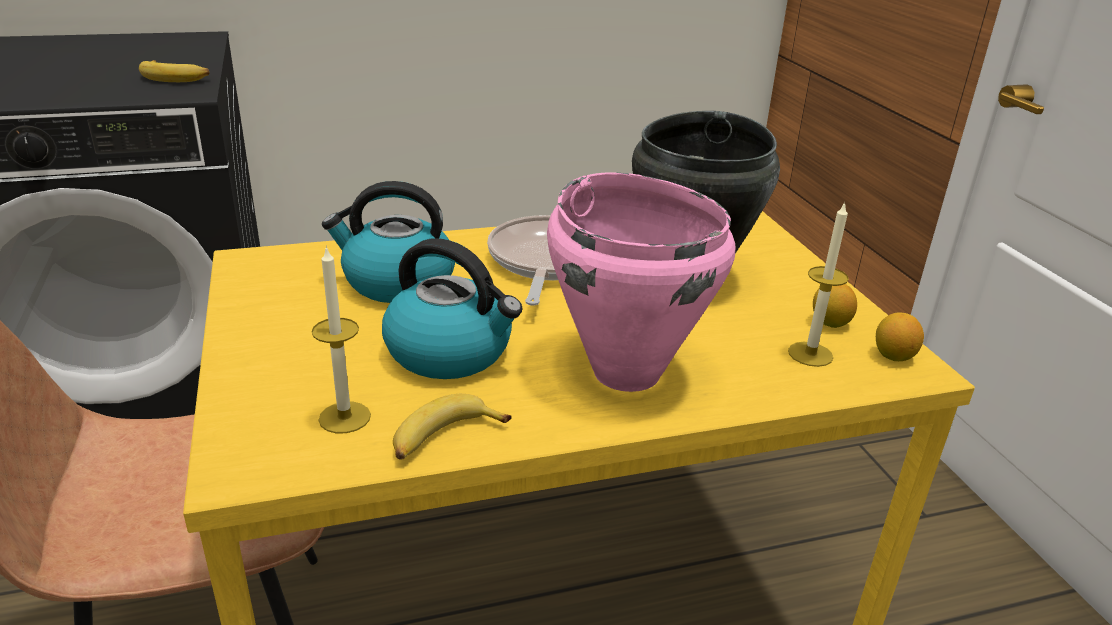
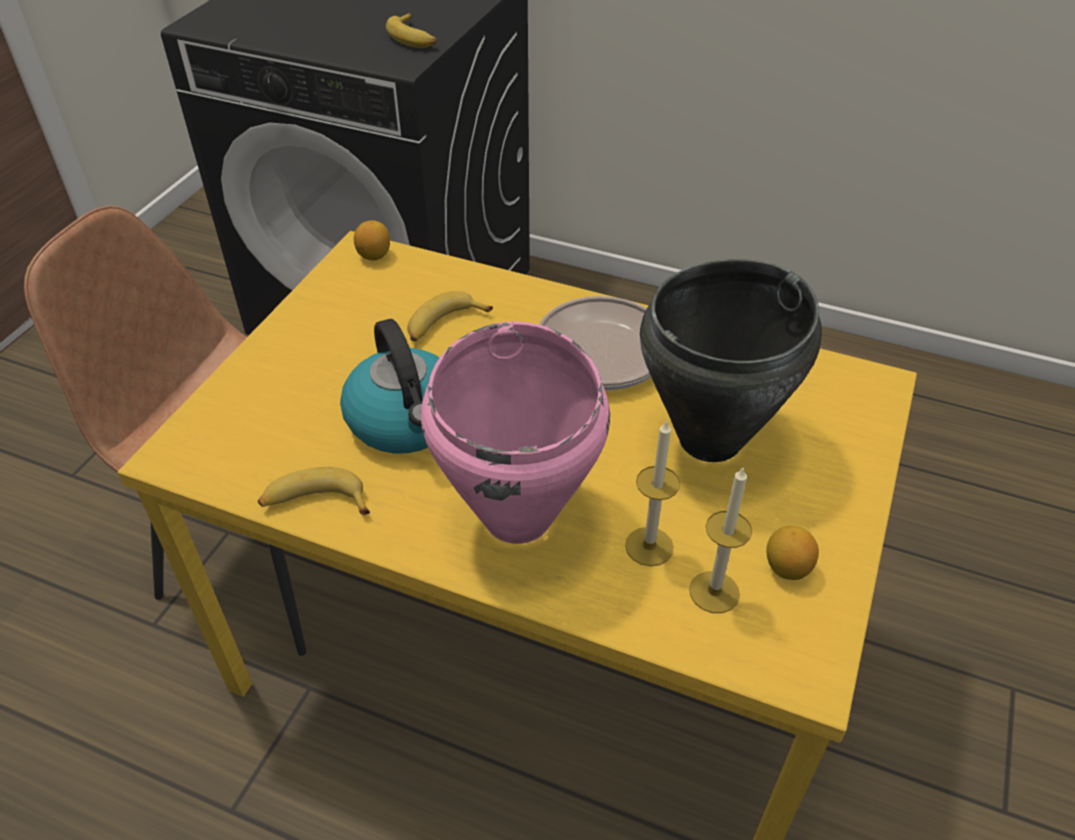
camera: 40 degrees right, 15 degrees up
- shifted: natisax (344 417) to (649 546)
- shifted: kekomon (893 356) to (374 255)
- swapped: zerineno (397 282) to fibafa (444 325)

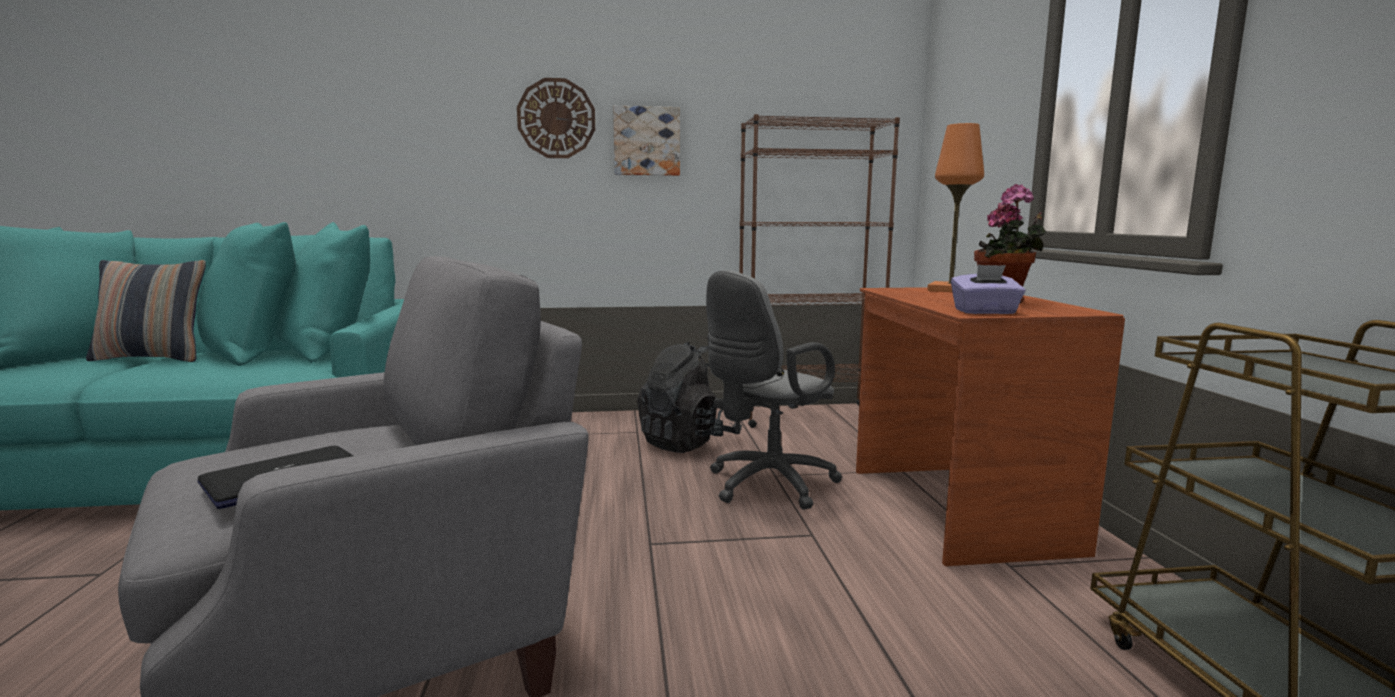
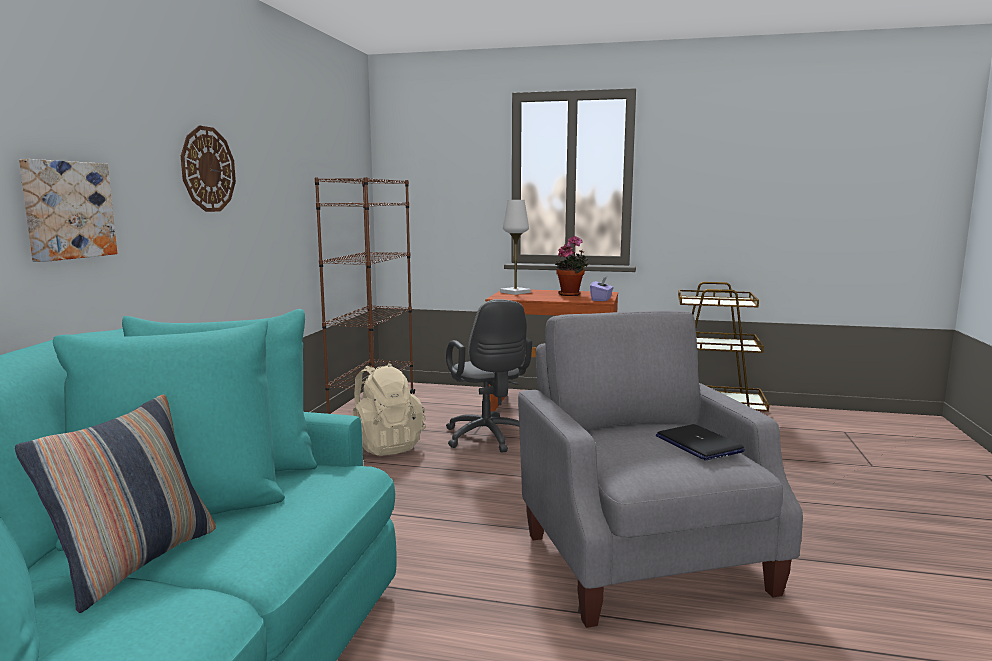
camera: 70 degrees left, 0 degrees up
- shifted: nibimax (646 141) to (67 210)
- repainted: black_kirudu (688 443) to beige_kirudu (385 446)
- repainted: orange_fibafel (950 290) to white_fibafel (515 292)

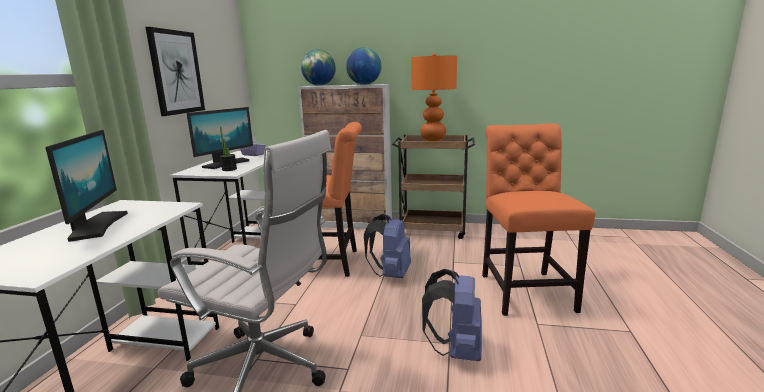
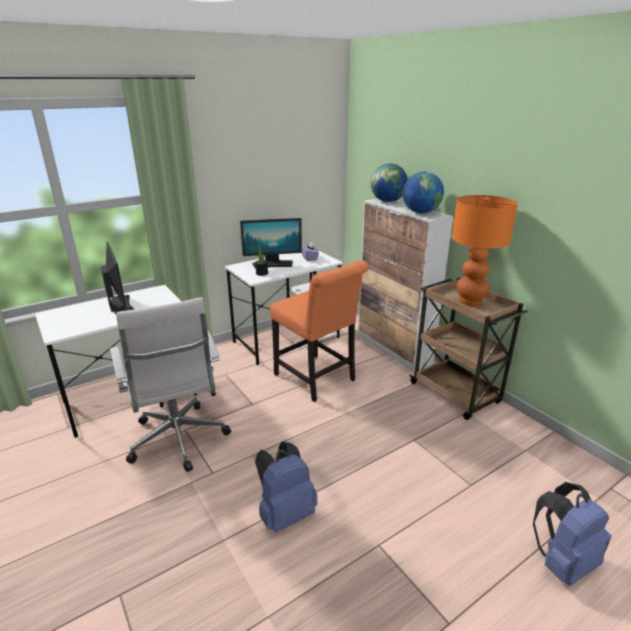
camera: 45 degrees right, 10 degrees up
- gone: nibimax (176 72)
- gone: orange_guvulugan (524 290)
- shifted: blue_kirudu (391 274) to (562 561)
- rotated: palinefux (96 226) = (121 306) 60 degrees counterclockwise

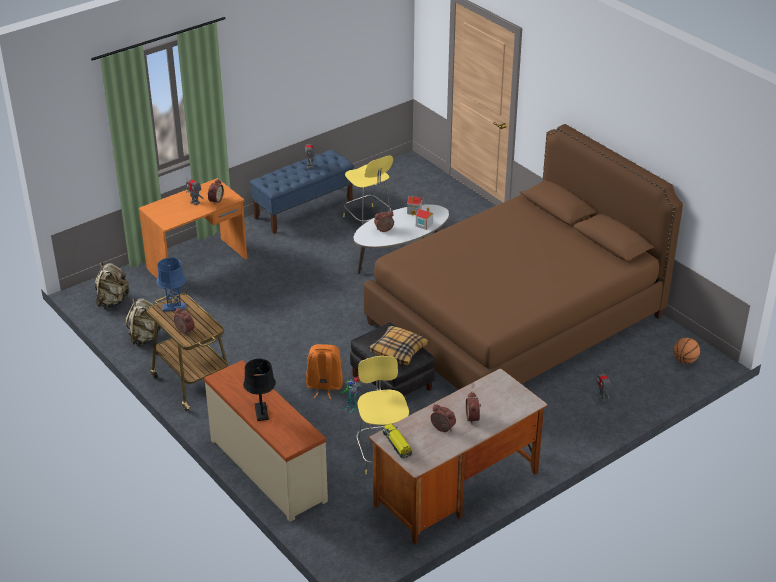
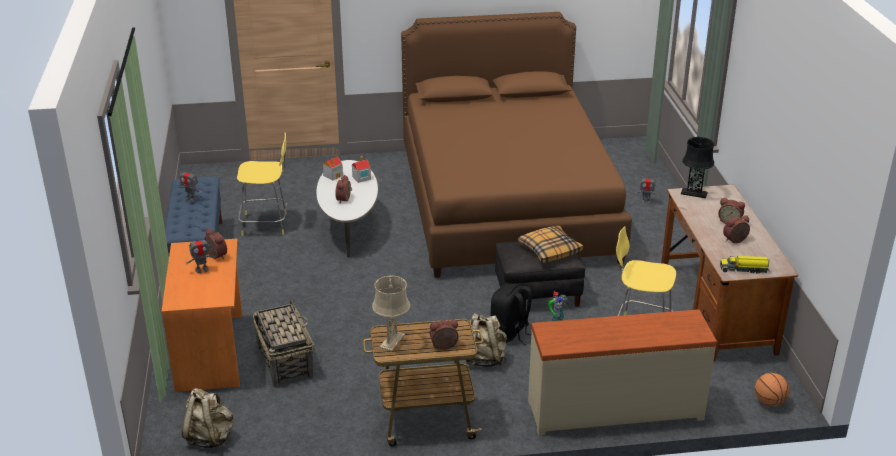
camera: 60 degrees left, 5 degrees down
- new: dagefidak (285 361)
- shifted: beige_kirudu (145 337) to (484 359)
- shifted: black_fibafel (261 411) to (693 193)
- shifted: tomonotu (685 360) to (769 402)
- repainted: blue_fibafel (174 307) to beige_fibafel (392 341)
- repainted: orange_kirudu (324 386) to black_kirudu (510 334)

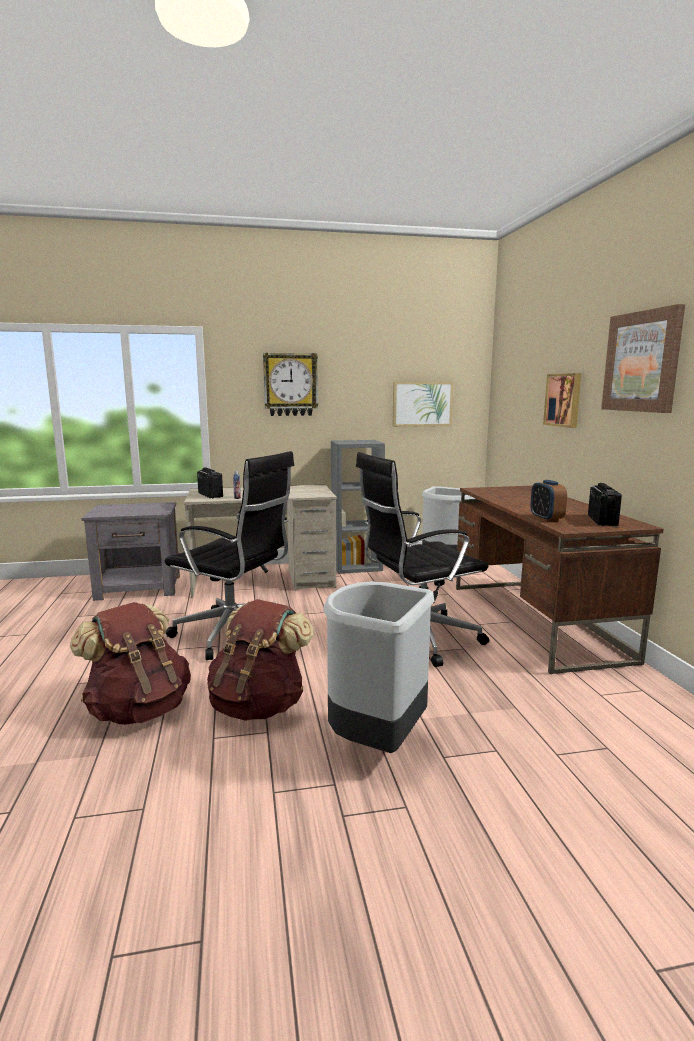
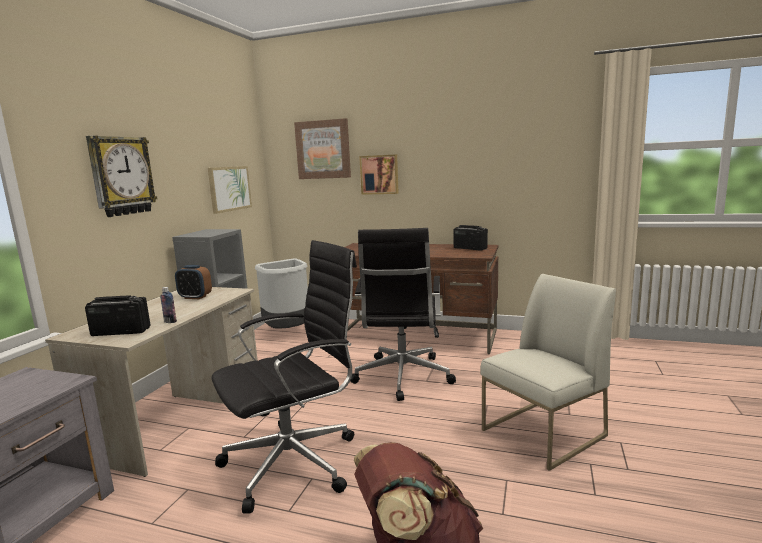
camera: 60 degrees left, 0 degrees up
- gone: brown_kirudu (259 706)
- shifted: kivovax (546 518) to (195 297)
- shifted: nibimax (642 362) to (323 149)
- swapped: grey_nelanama (376 743) to white_guvulugan (543 433)

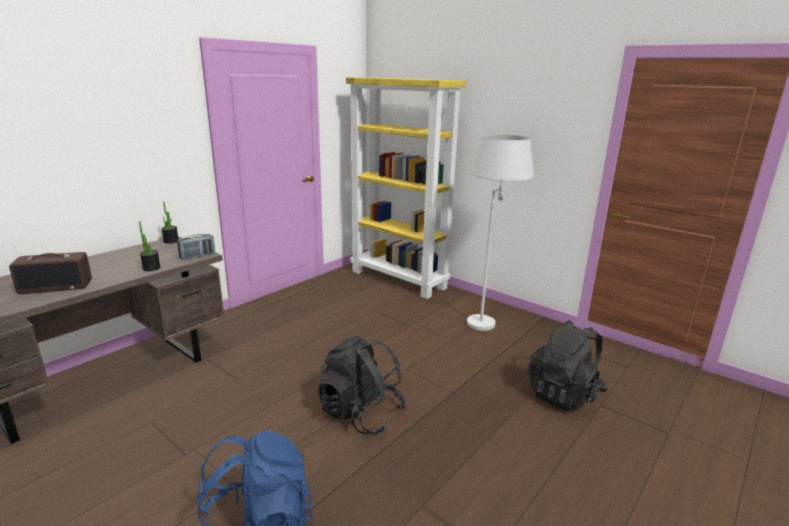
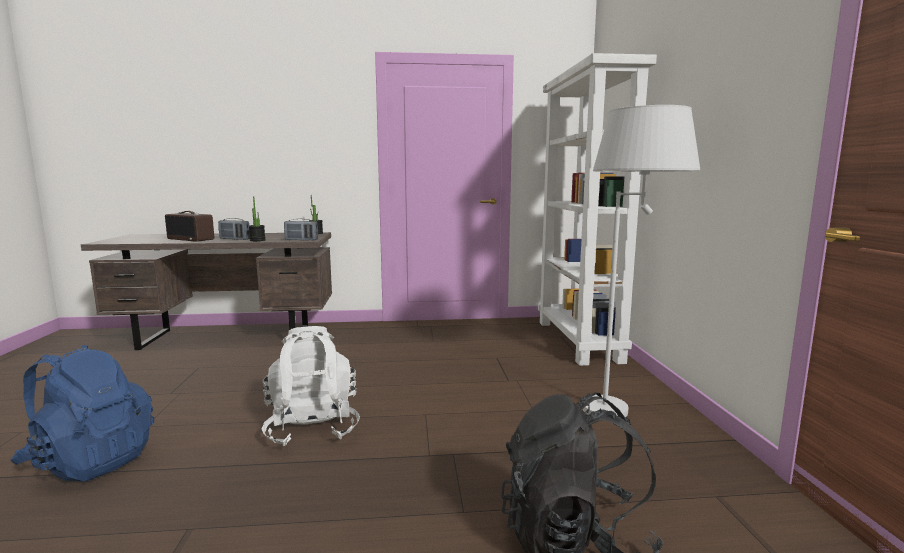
camera: 45 degrees right, 10 degrees down
- new: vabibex (235 239)
- repainted: black_kirudu (361 413) to white_kirudu (312 427)
- repainted: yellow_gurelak (399 279) to white_gurelak (579 341)

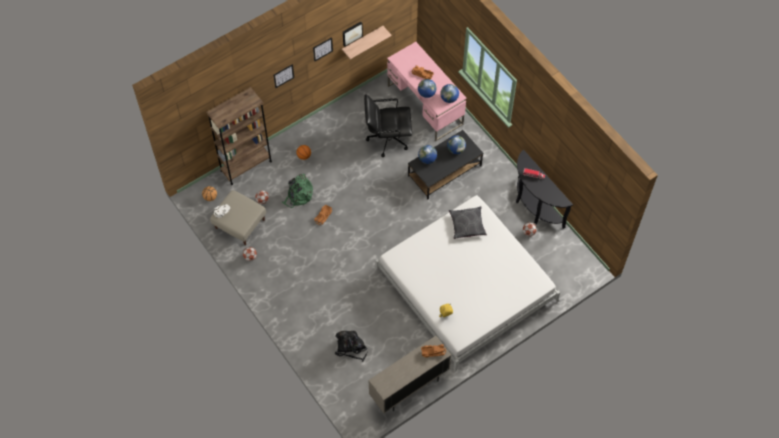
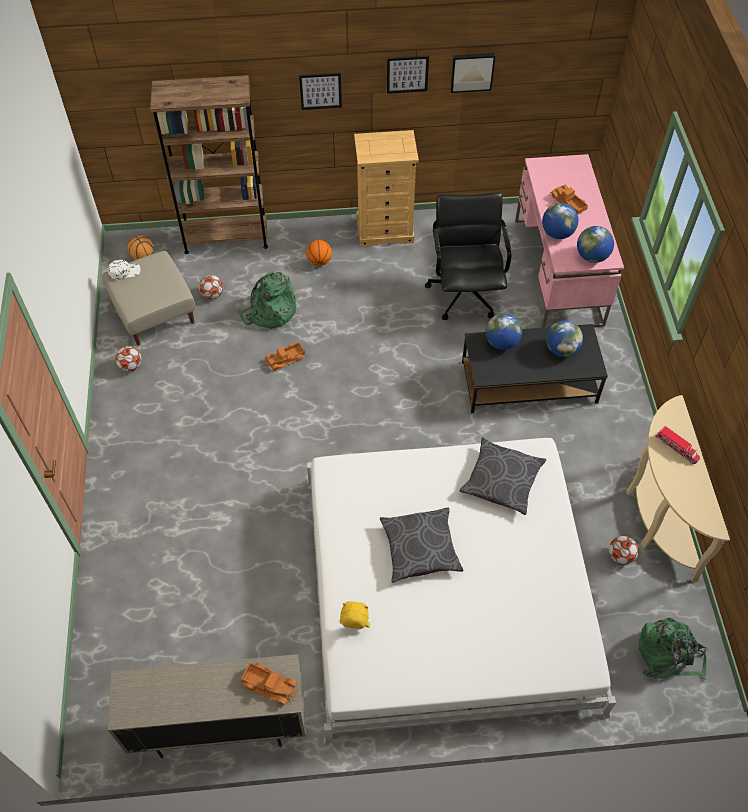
camera: 30 degrees right, 5 degrees down
- gone: black_kirudu (351 347)
- gone: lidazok (362 41)
- new: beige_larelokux (385 230)
- new: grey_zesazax (420 549)
- new: green_kirudu (668 654)
- repainted: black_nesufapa (534 206) to beige_nesufapa (657 516)
- rotated: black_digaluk (387 138) = (465 293) 60 degrees clockwise

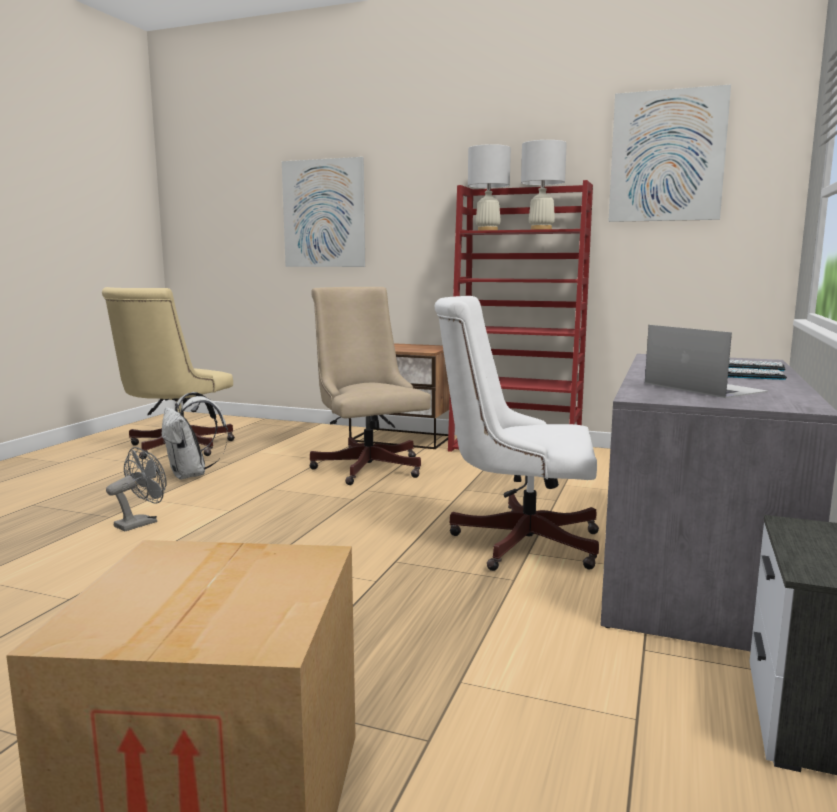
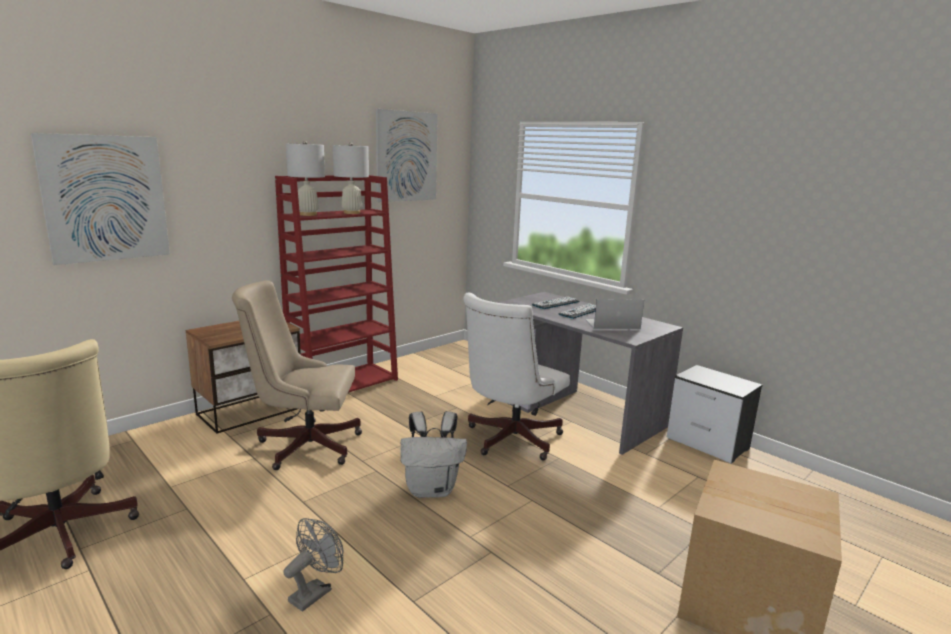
camera: 65 degrees left, 5 degrees up
- shifted: white_kirudu (191 475) to (432 490)
- rotated: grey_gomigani (141 523) = (315 592) 60 degrees clockwise

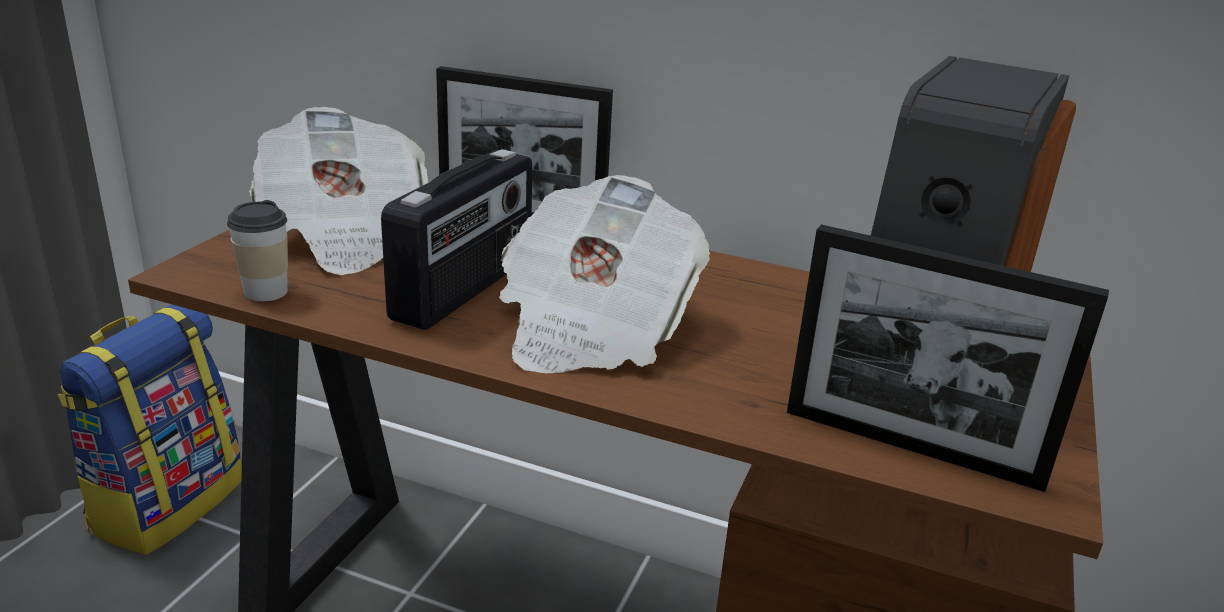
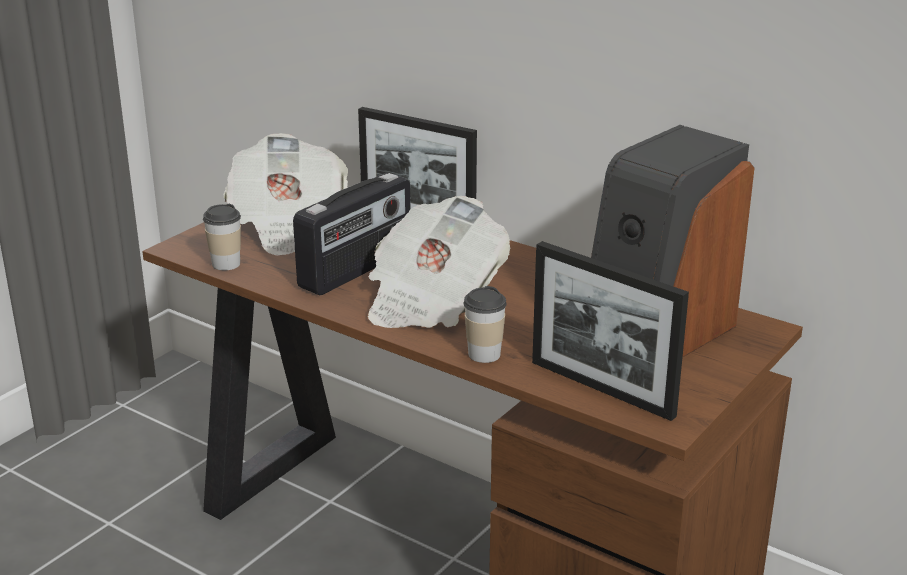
camera: 15 degrees right, 0 degrees up
- gone: kirudu (167 503)
- new: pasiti (484 354)

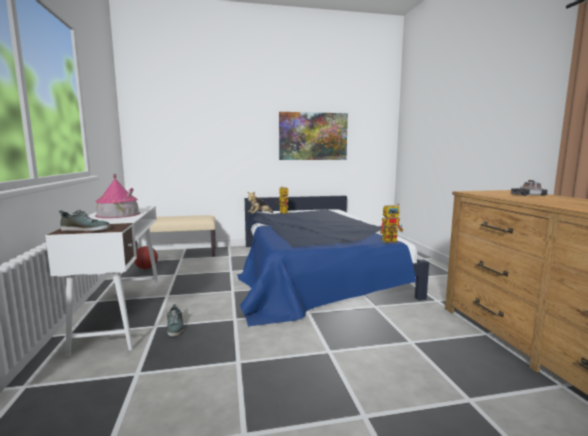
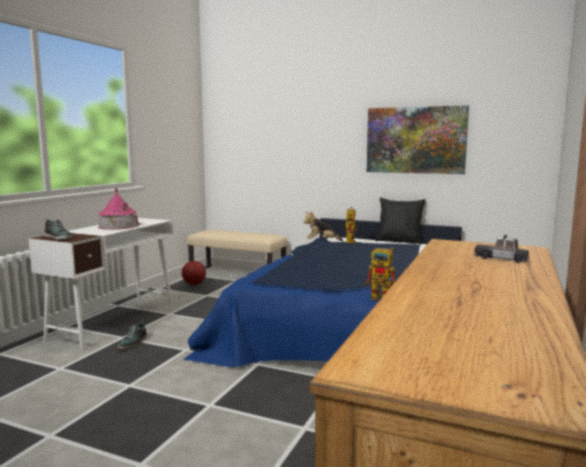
camera: 35 degrees right, 0 degrees up
- new: black_zesazax (399 241)

